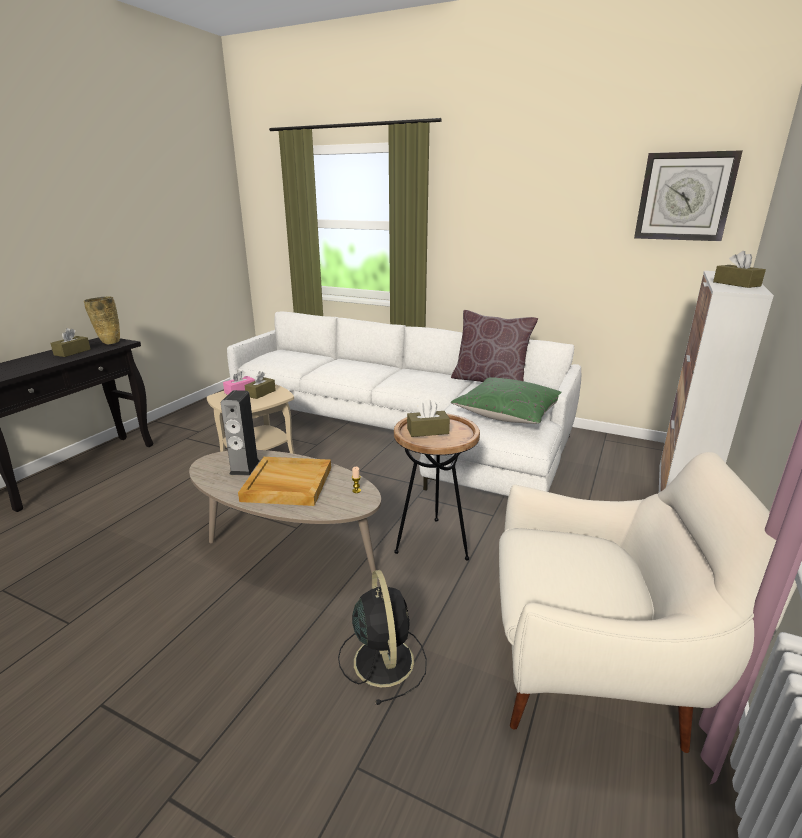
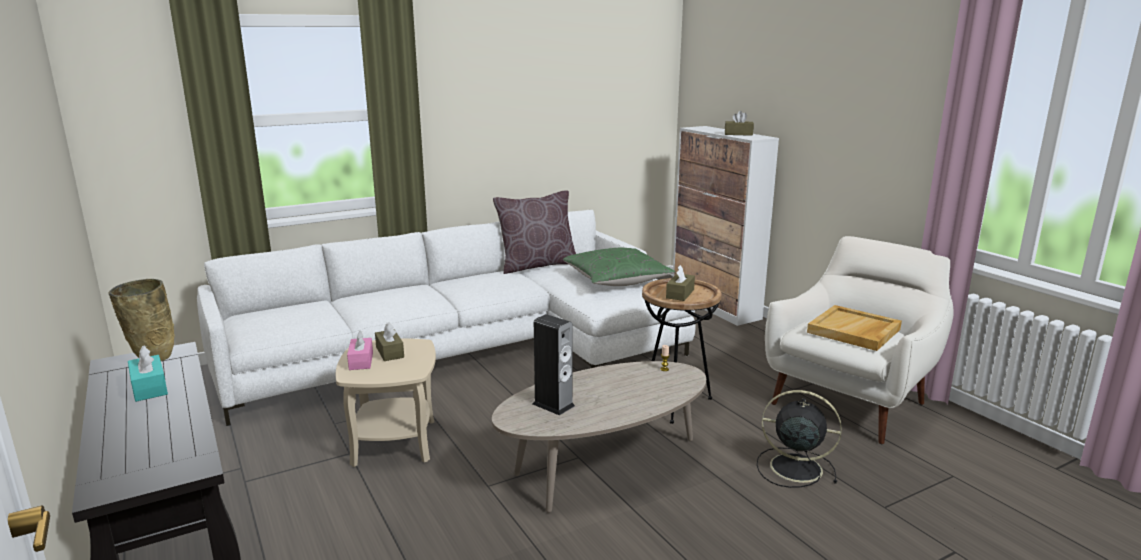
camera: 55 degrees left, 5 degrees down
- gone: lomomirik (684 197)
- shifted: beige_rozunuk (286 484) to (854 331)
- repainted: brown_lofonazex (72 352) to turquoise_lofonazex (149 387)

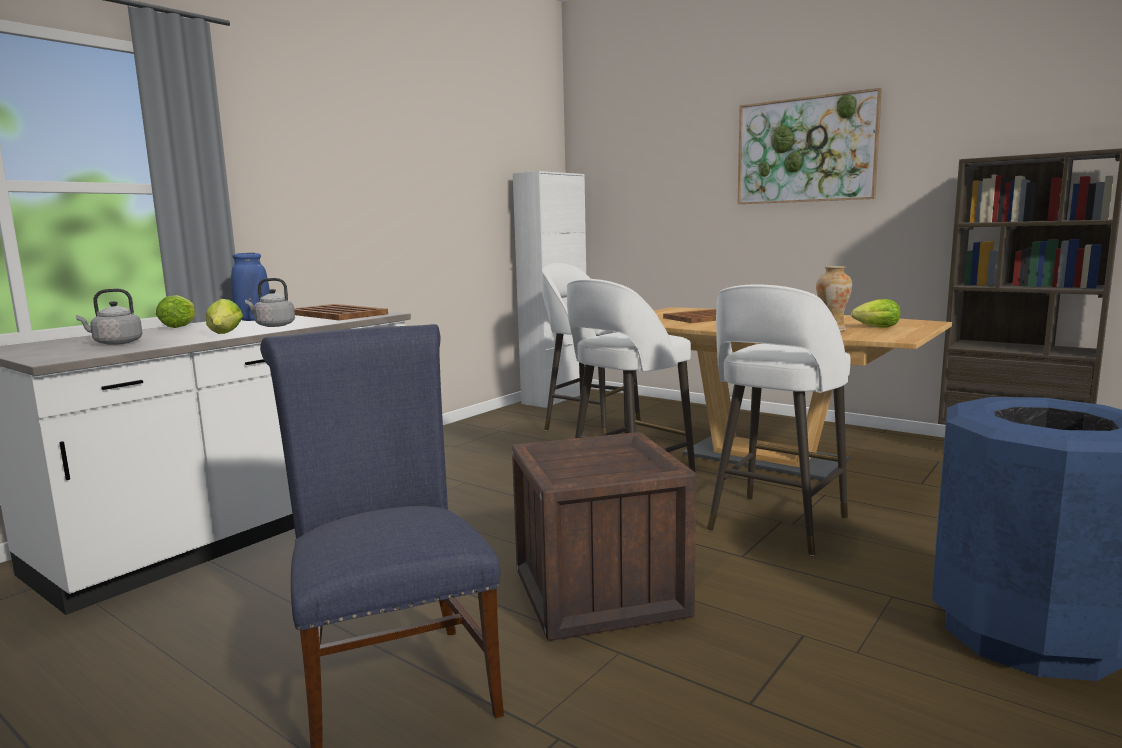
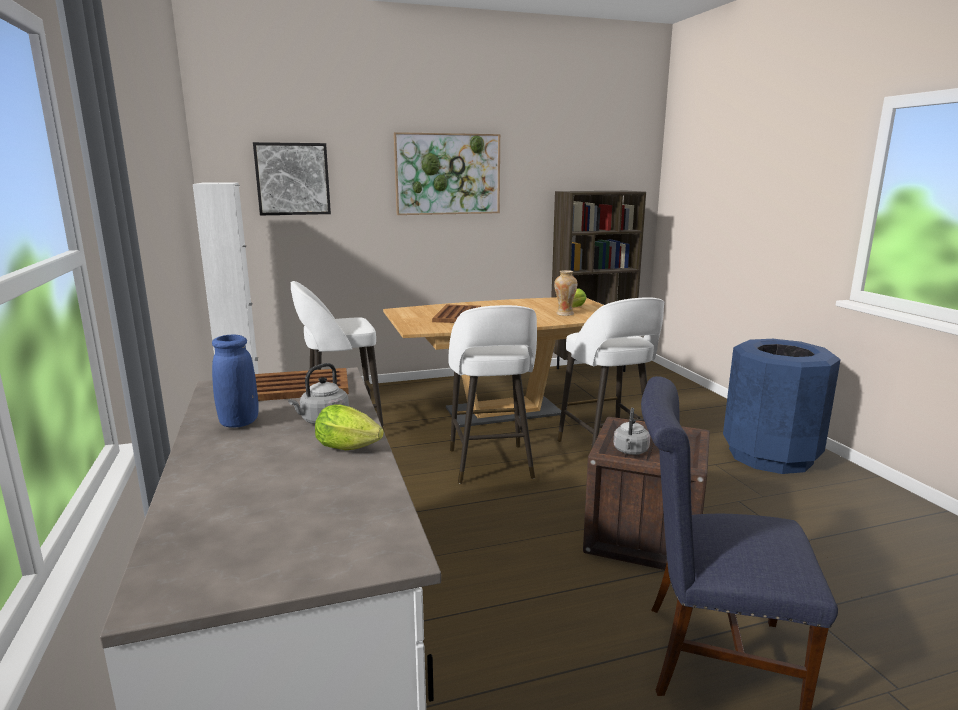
camera: 55 degrees left, 5 degrees up
- gone: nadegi (180 326)
- new: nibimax (292 179)
- shifted: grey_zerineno (115 343) to (630 451)

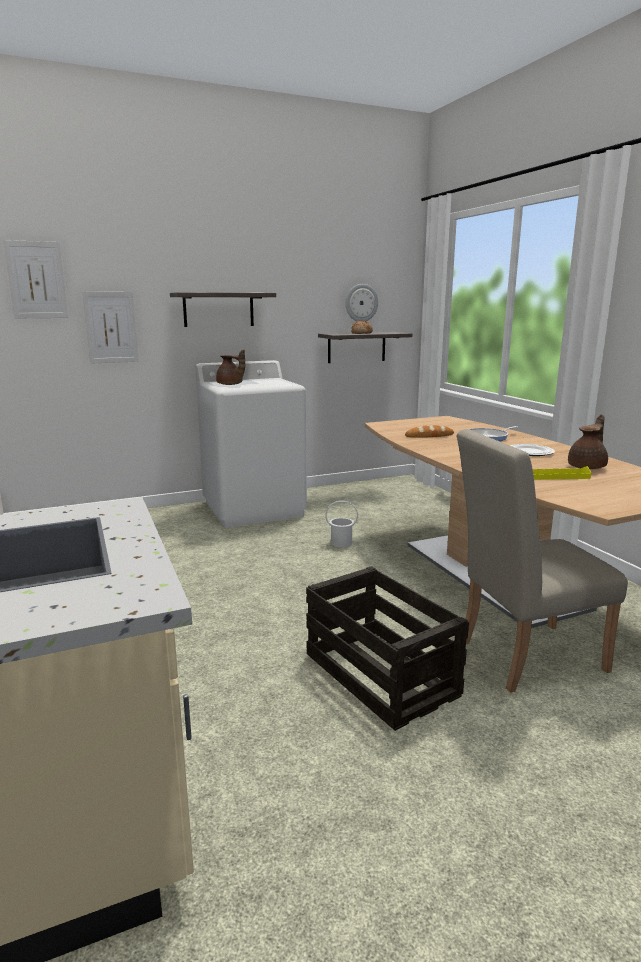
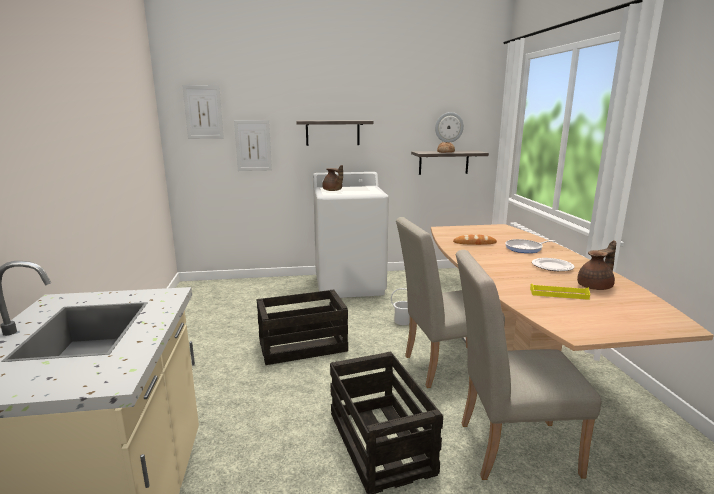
camera: 15 degrees right, 0 degrees up
- new: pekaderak (303 345)
- new: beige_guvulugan (442 366)

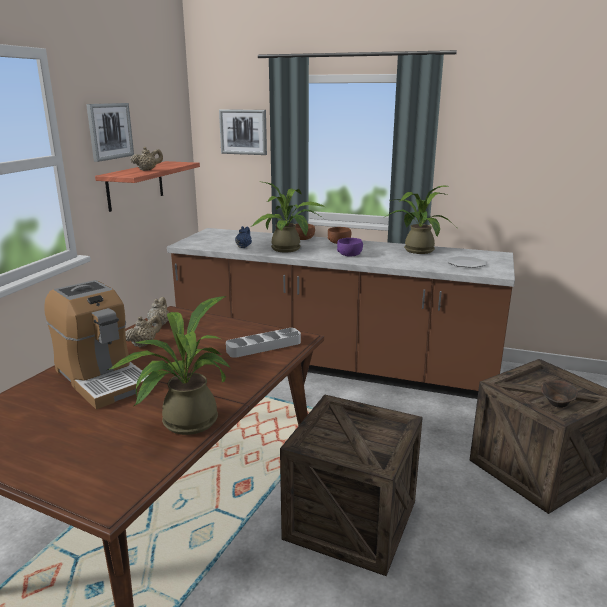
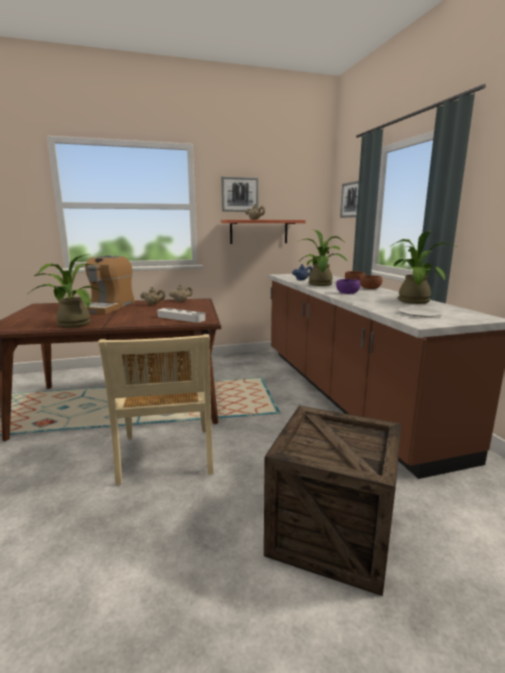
camera: 55 degrees right, 5 degrees down
- gone: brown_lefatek (557 404)
- swapped: pekaderak (351 520) to beige_guvulugan (166 456)

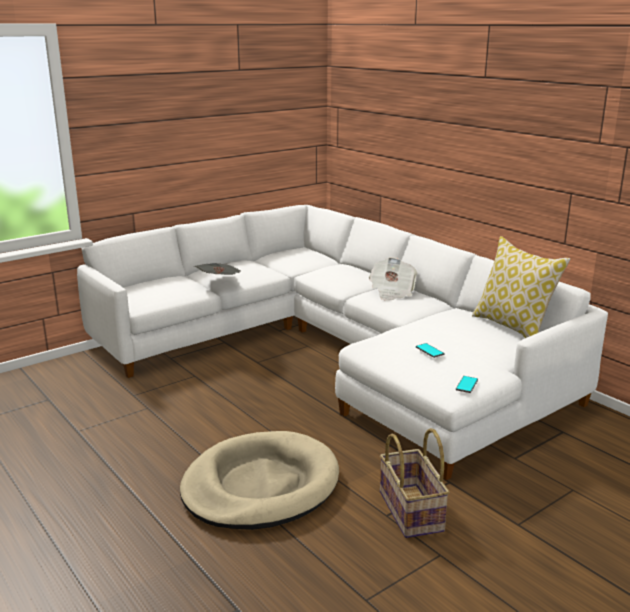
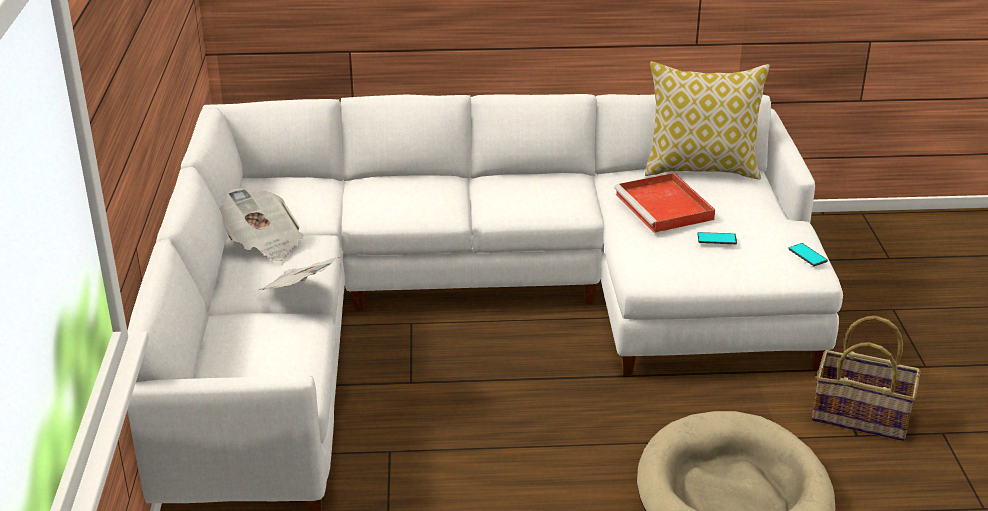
camera: 55 degrees left, 10 degrees up
- new: red_rozunuk (665 207)
- shifted: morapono (392 292) to (263 243)

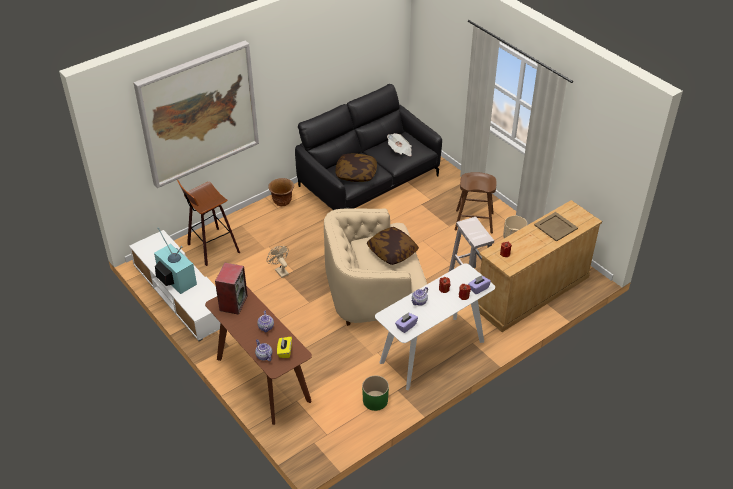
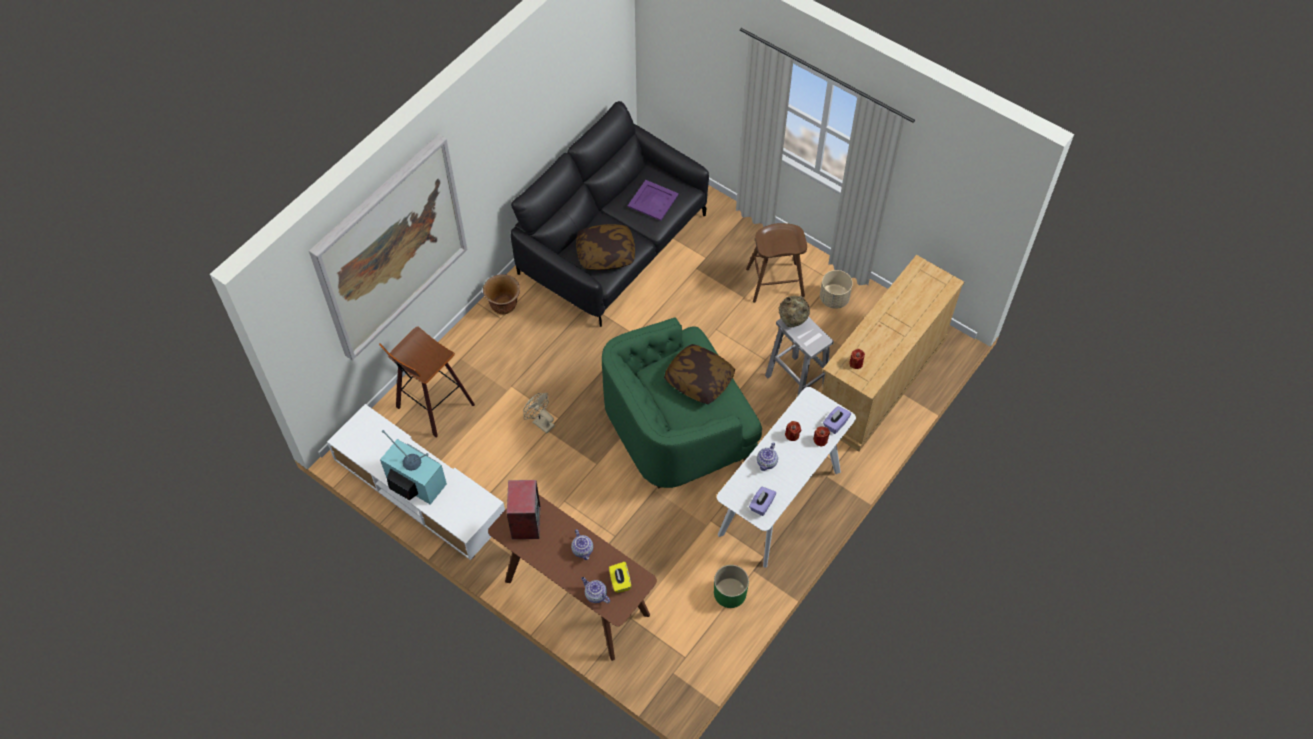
camera: 15 degrees left, 15 degrees up
- gone: beige_rozunuk (556 227)
- new: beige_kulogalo (792 324)
- swapped: morapono (400 150) to purple_rozunuk (653 200)
- repainted: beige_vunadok (374 293) to green_vunadok (677 429)

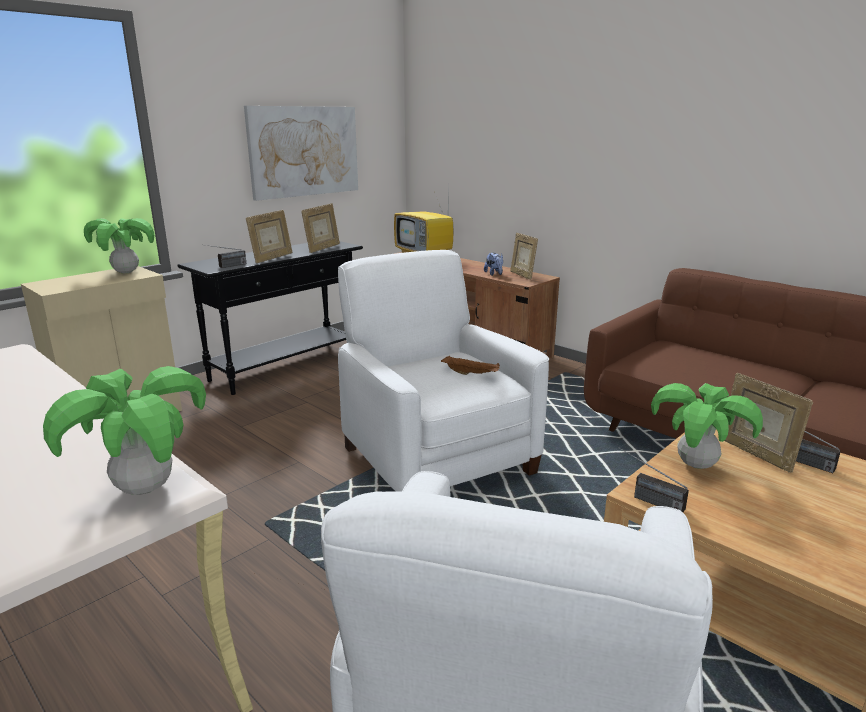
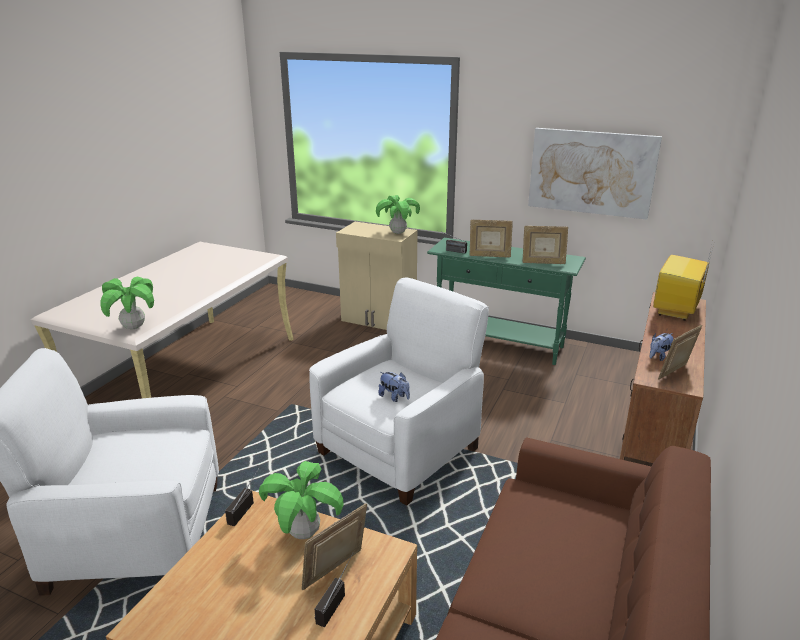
camera: 70 degrees right, 5 degrees up
- swapped: brown_rozunuk (471 374) to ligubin (394 397)
- repainted: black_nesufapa (286 367) to green_nesufapa (499 344)

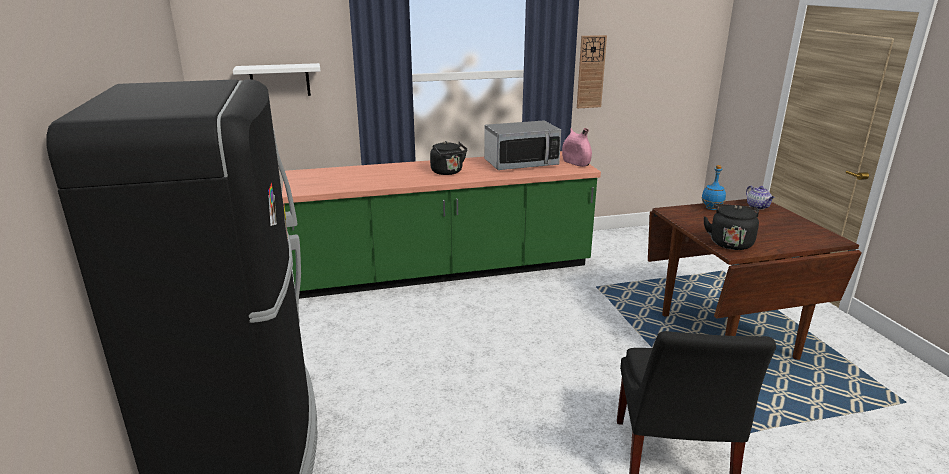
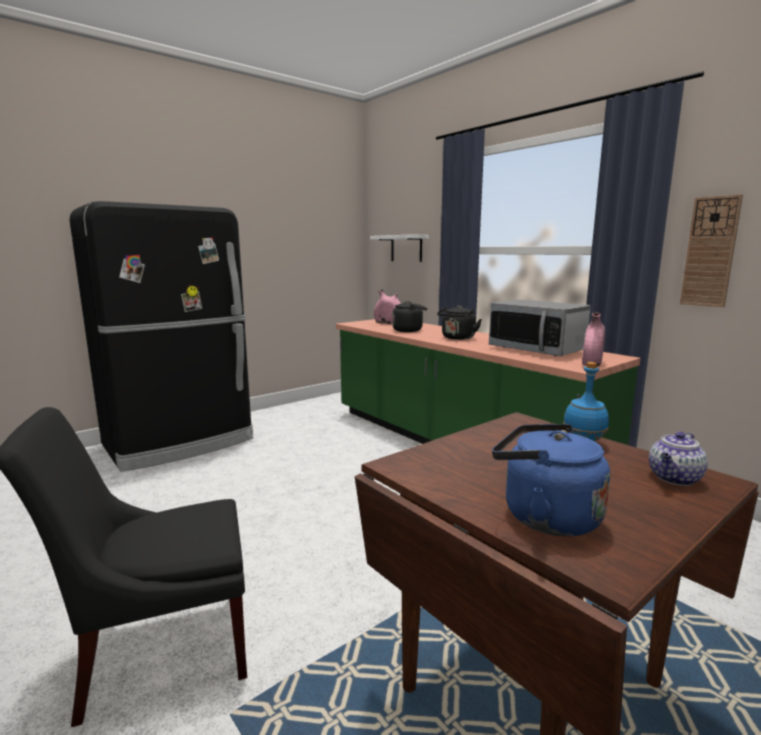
camera: 65 degrees right, 10 degrees down
- new: pink_kulogalo (388 323)
- new: blue_zerineno (544 516)
- shifted: black_zerineno (730 242) to (409 330)

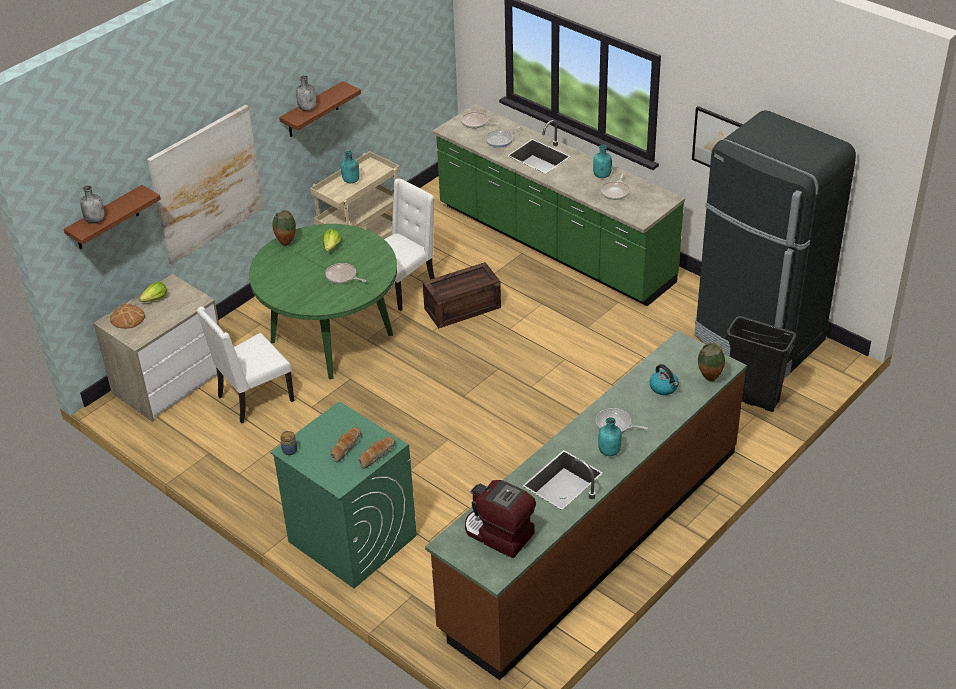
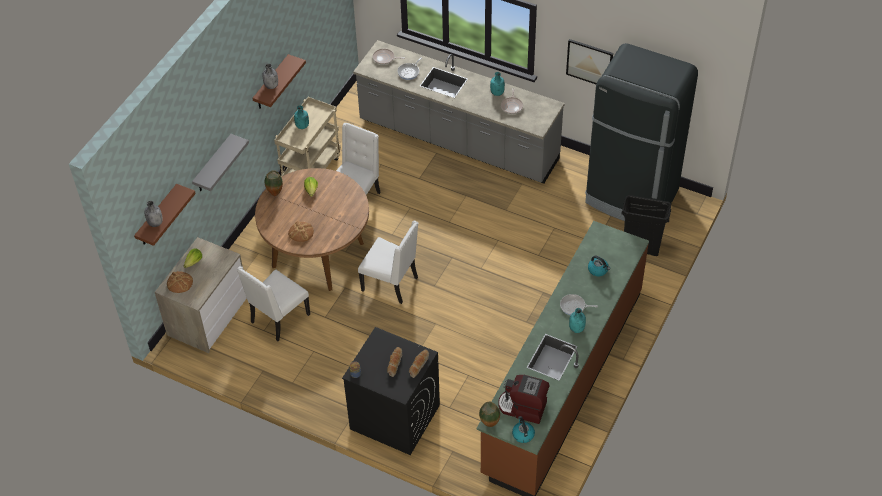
camera: 15 degrees left, 10 degrees up
- gone: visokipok (342 276)
- gone: pekaderak (463 307)
- new: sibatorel (301 232)
- new: white_guvulugan (391 284)
- new: zerineno (523 434)
- shifted: kulogalo (709 379) to (489 425)
- swapped: nibimax (207 184) to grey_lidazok (213 164)
- repainted: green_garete (331 338) to brown_garete (318 255)
- repainted: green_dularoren (351 538) to black_dularoren (394 417)
- repainted: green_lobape (553 245) to grey_lobape (458 142)

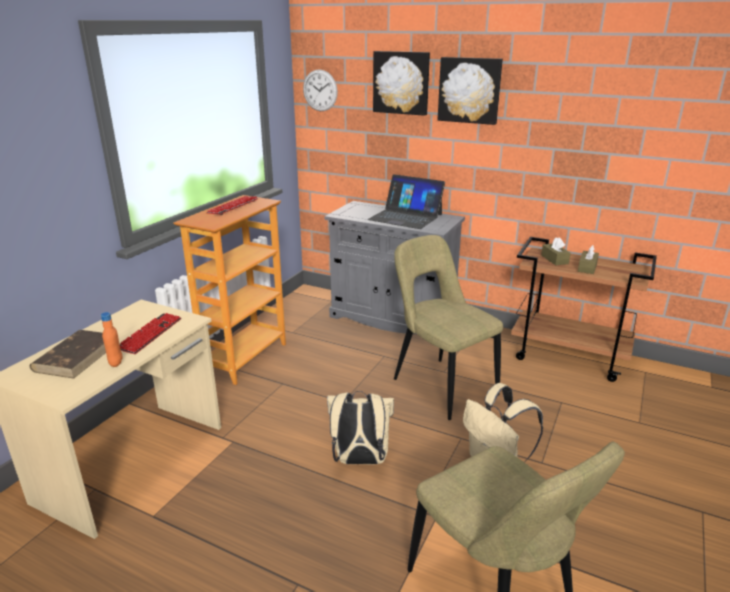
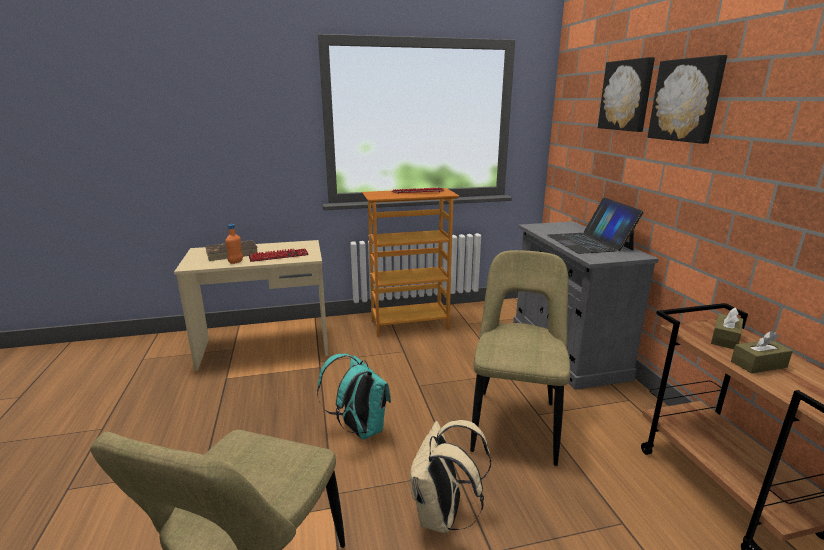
camera: 50 degrees right, 5 degrees down
- gone: lomomirik (320 90)
- repainted: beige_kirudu (359 460) to turquoise_kirudu (359 429)

